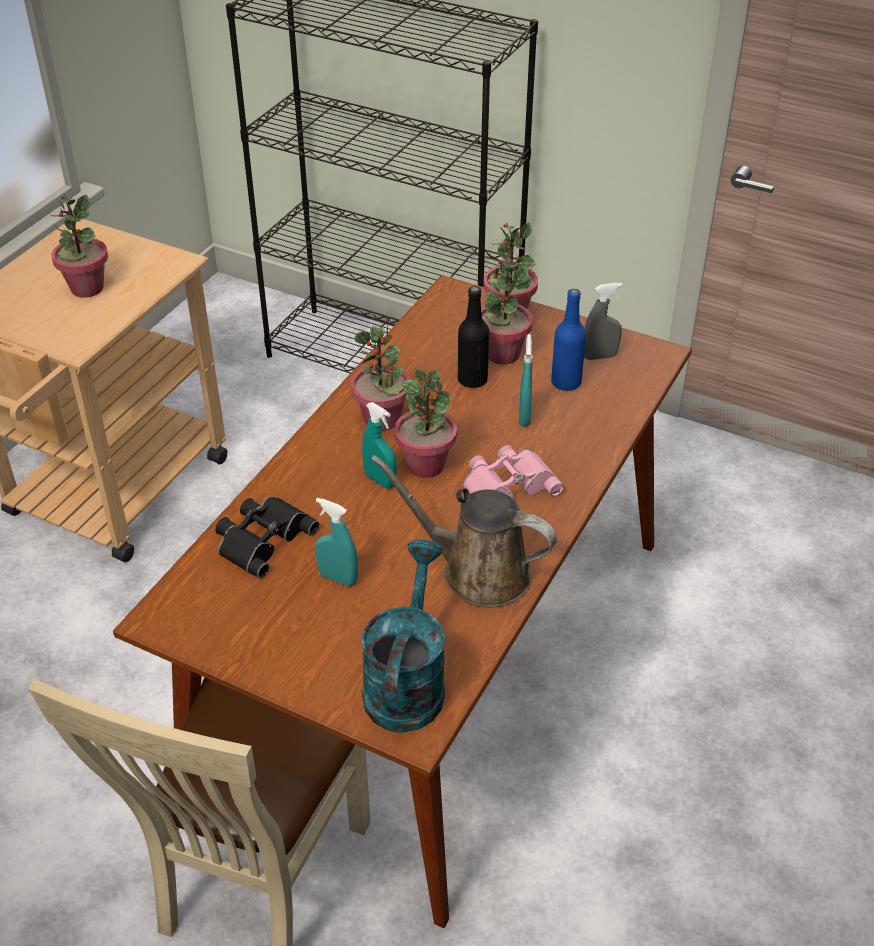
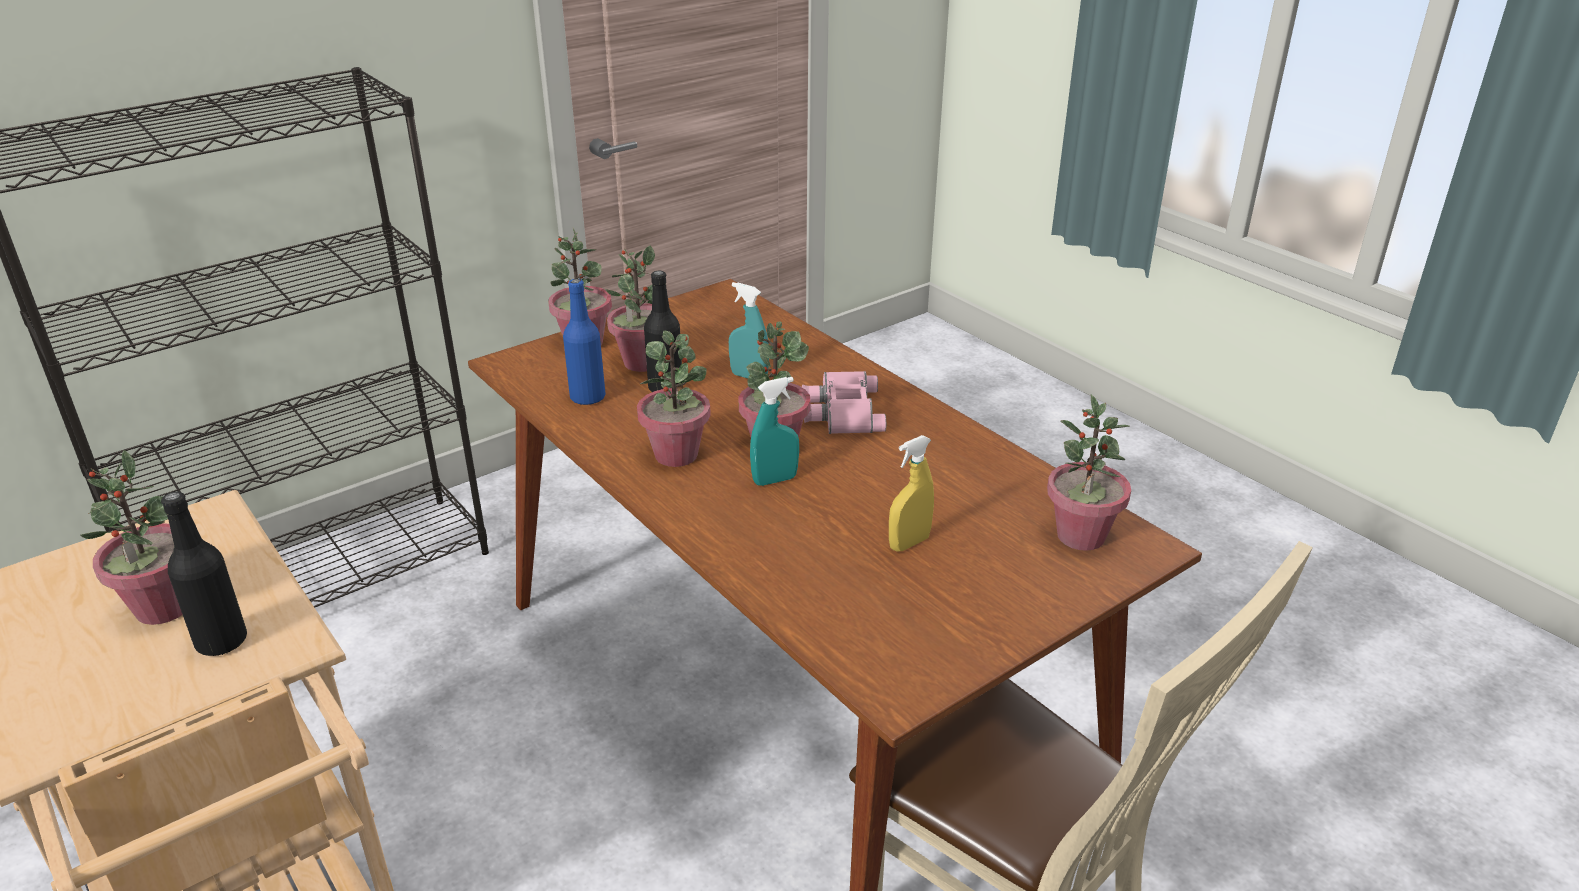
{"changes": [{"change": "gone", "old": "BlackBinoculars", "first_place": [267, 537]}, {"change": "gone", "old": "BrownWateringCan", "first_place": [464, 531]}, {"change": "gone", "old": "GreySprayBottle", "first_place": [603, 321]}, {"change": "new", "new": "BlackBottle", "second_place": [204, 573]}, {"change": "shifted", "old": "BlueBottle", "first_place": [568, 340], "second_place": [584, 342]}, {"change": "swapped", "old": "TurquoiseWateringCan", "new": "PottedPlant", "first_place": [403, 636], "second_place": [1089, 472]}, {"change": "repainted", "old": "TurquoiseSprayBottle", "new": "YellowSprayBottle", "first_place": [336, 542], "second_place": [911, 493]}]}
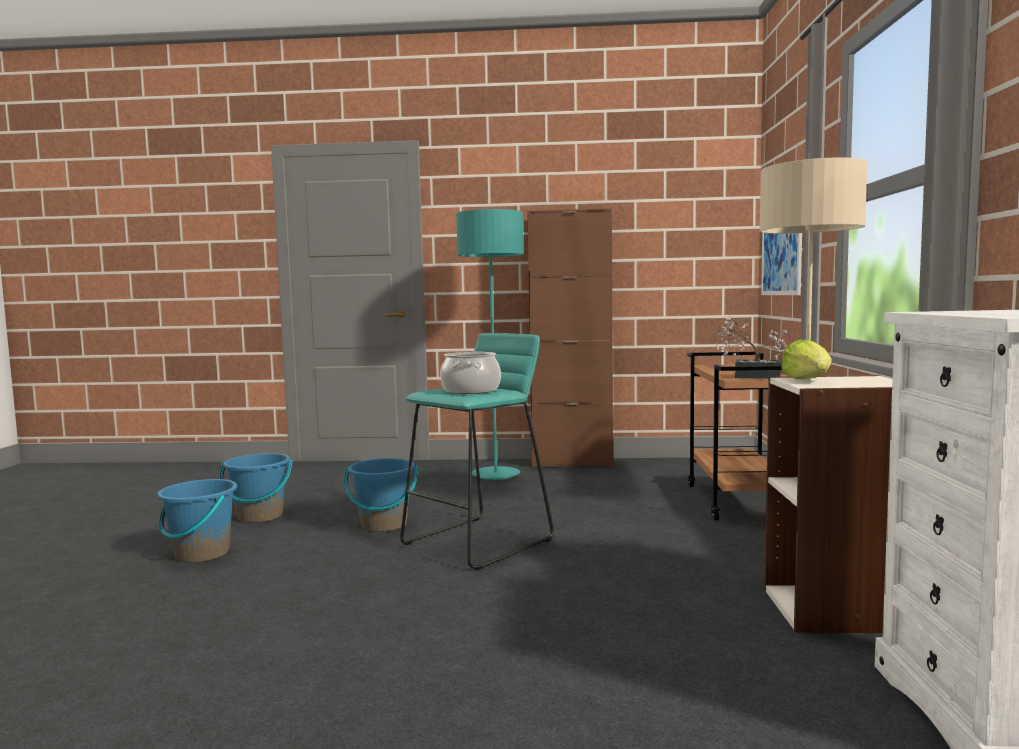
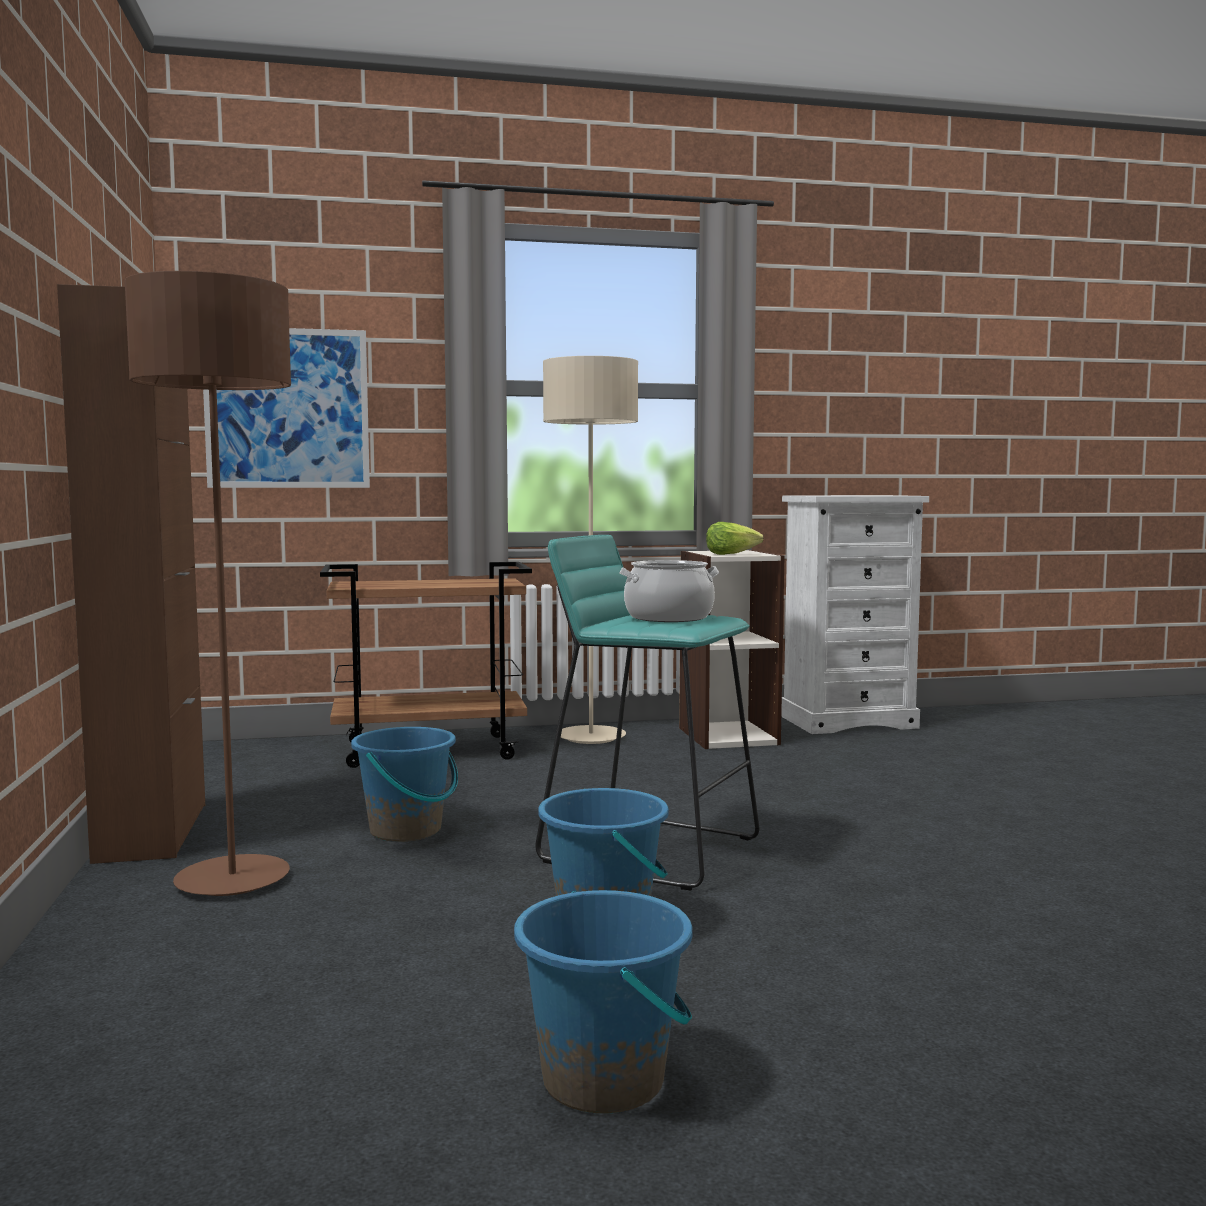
{"changes": [{"change": "gone", "old": "PottedPlant", "first_place": [752, 348]}, {"change": "shifted", "old": "BlueBucket", "first_place": [197, 521], "second_place": [404, 784]}, {"change": "repainted", "old": "TurquoiseFloorLamp", "new": "BrownFloorLamp", "first_place": [490, 344], "second_place": [207, 583]}]}
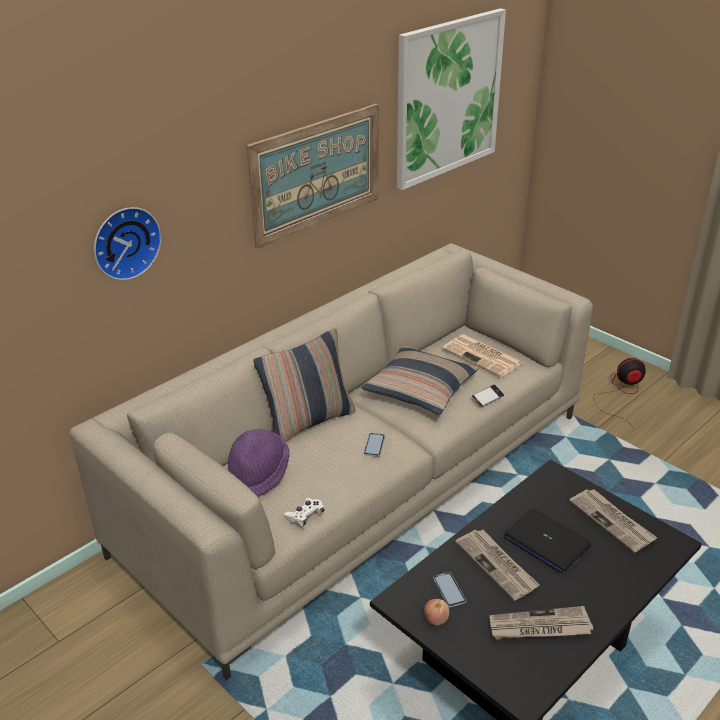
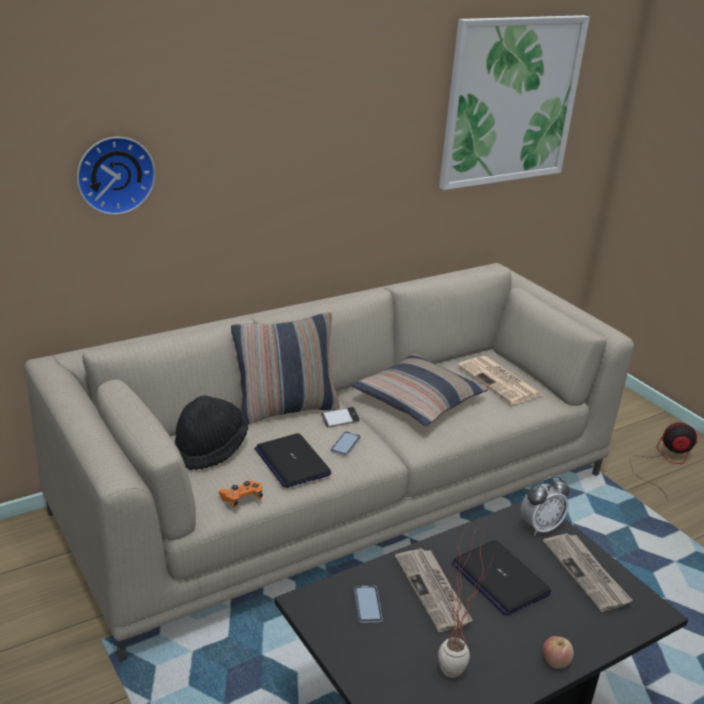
{"changes": [{"change": "gone", "old": "Picture", "first_place": [312, 176]}, {"change": "new", "new": "Laptop", "second_place": [292, 460]}, {"change": "new", "new": "AlarmClock", "second_place": [545, 505]}, {"change": "shifted", "old": "Apple", "first_place": [436, 612], "second_place": [558, 652]}, {"change": "shifted", "old": "Phone", "first_place": [488, 396], "second_place": [340, 417]}, {"change": "swapped", "old": "Newspaper", "new": "PottedPlant", "first_place": [541, 622], "second_place": [469, 597]}, {"change": "repainted", "old": "PurpleHat", "new": "BlackHat", "first_place": [259, 463], "second_place": [211, 432]}, {"change": "repainted", "old": "WhiteGameController", "new": "OrangeGameController", "first_place": [304, 512], "second_place": [240, 494]}]}
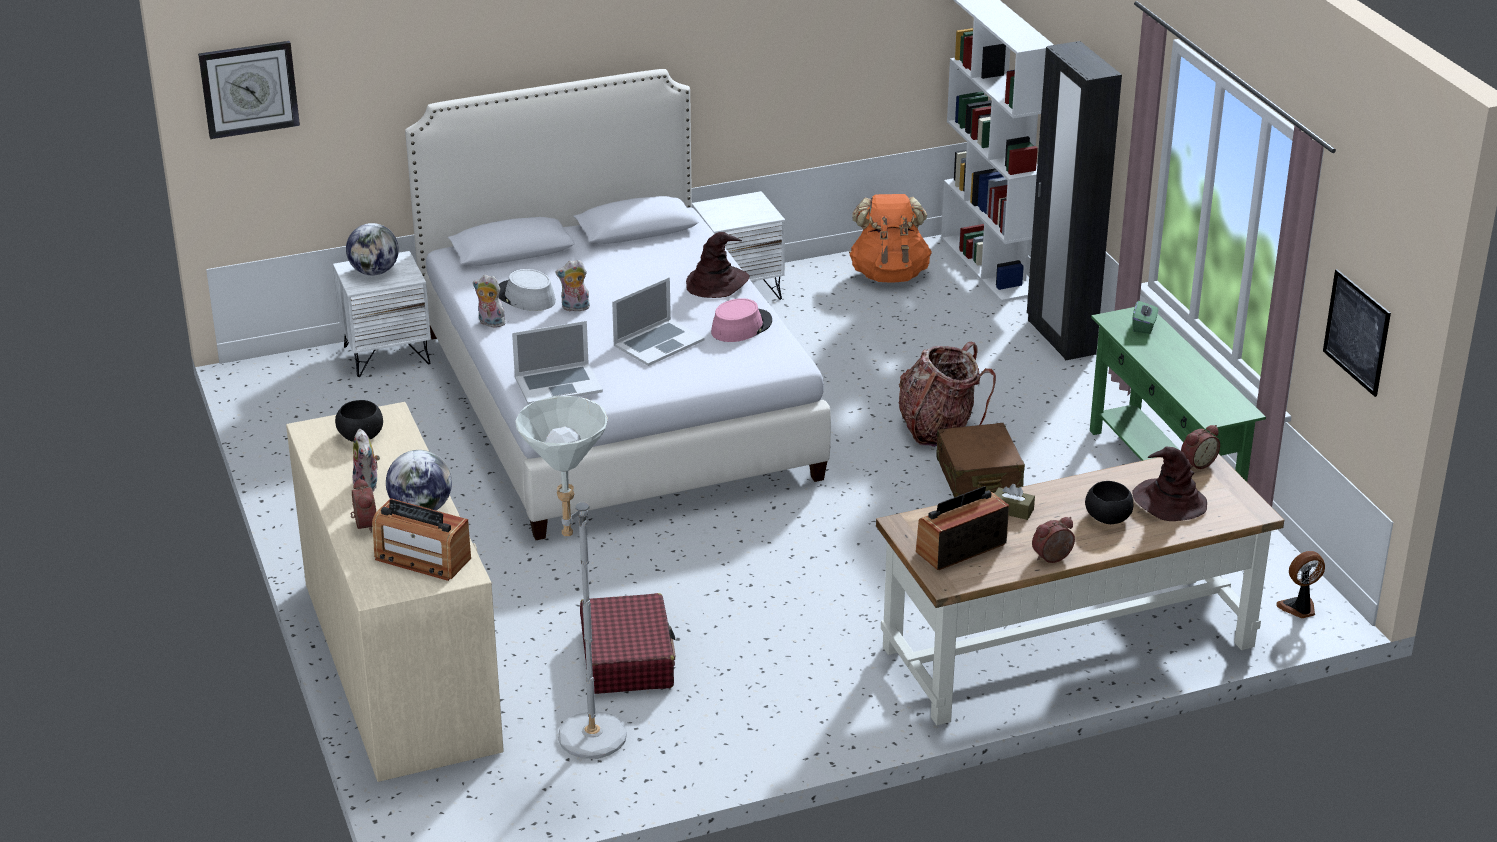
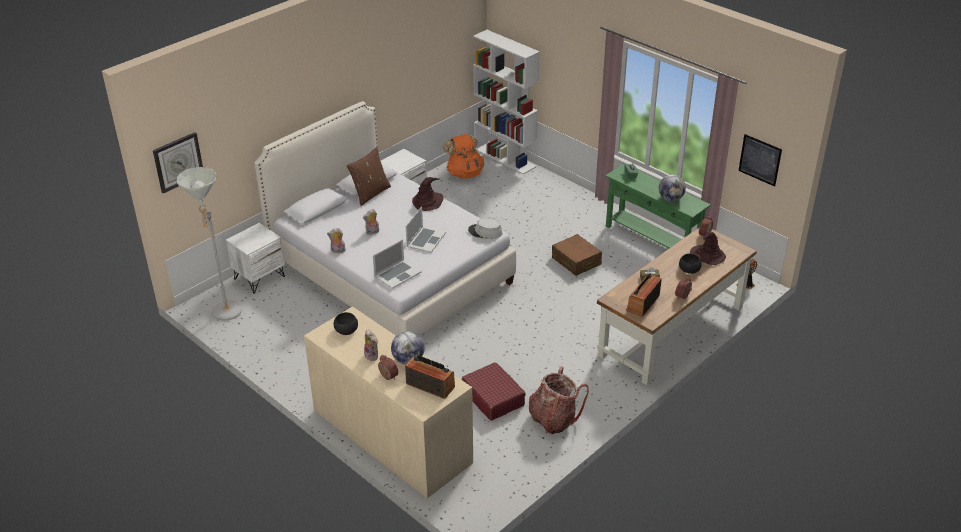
{"changes": [{"change": "gone", "old": "PinkHat", "first_place": [741, 320]}, {"change": "gone", "old": "BlackWardrobe", "first_place": [1074, 201]}, {"change": "new", "new": "BrownPillow", "second_place": [368, 176]}, {"change": "shifted", "old": "Globe", "first_place": [372, 249], "second_place": [672, 188]}, {"change": "shifted", "old": "GreyHat", "first_place": [527, 290], "second_place": [485, 228]}, {"change": "shifted", "old": "GreyFloorLamp", "first_place": [571, 577], "second_place": [209, 244]}, {"change": "shifted", "old": "Backpack", "first_place": [947, 394], "second_place": [559, 400]}, {"change": "rotated", "old": "Radio", "first_place": [421, 539], "second_place": [430, 377], "degrees": -150}]}
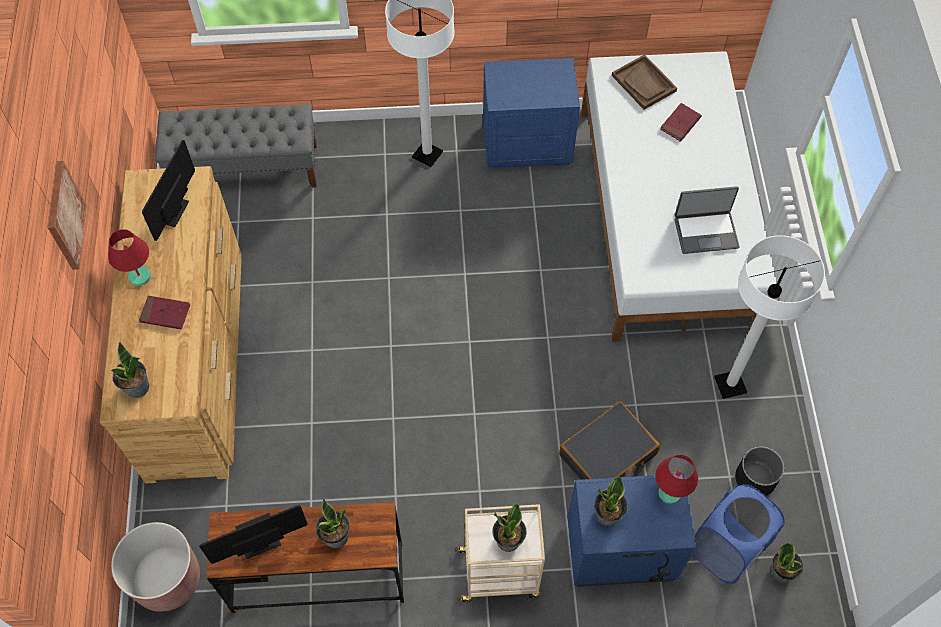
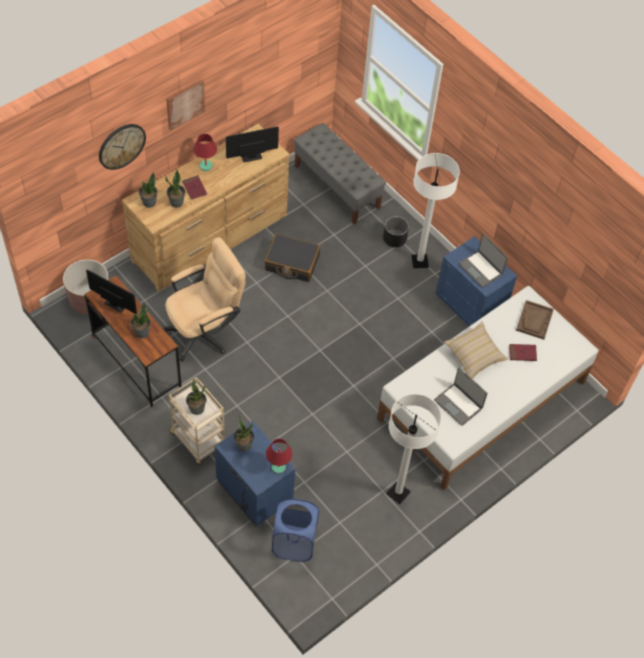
{"changes": [{"change": "new", "new": "WallClock", "second_place": [122, 147]}, {"change": "new", "new": "BeigeOfficeChair", "second_place": [204, 299]}, {"change": "new", "new": "BeigePillow", "second_place": [476, 350]}, {"change": "new", "new": "Laptop", "second_place": [483, 261]}, {"change": "shifted", "old": "BlackSuitcase", "first_place": [609, 440], "second_place": [292, 257]}, {"change": "shifted", "old": "BlackPlanter", "first_place": [759, 471], "second_place": [396, 232]}, {"change": "shifted", "old": "PottedPlant", "first_place": [787, 562], "second_place": [175, 189]}]}
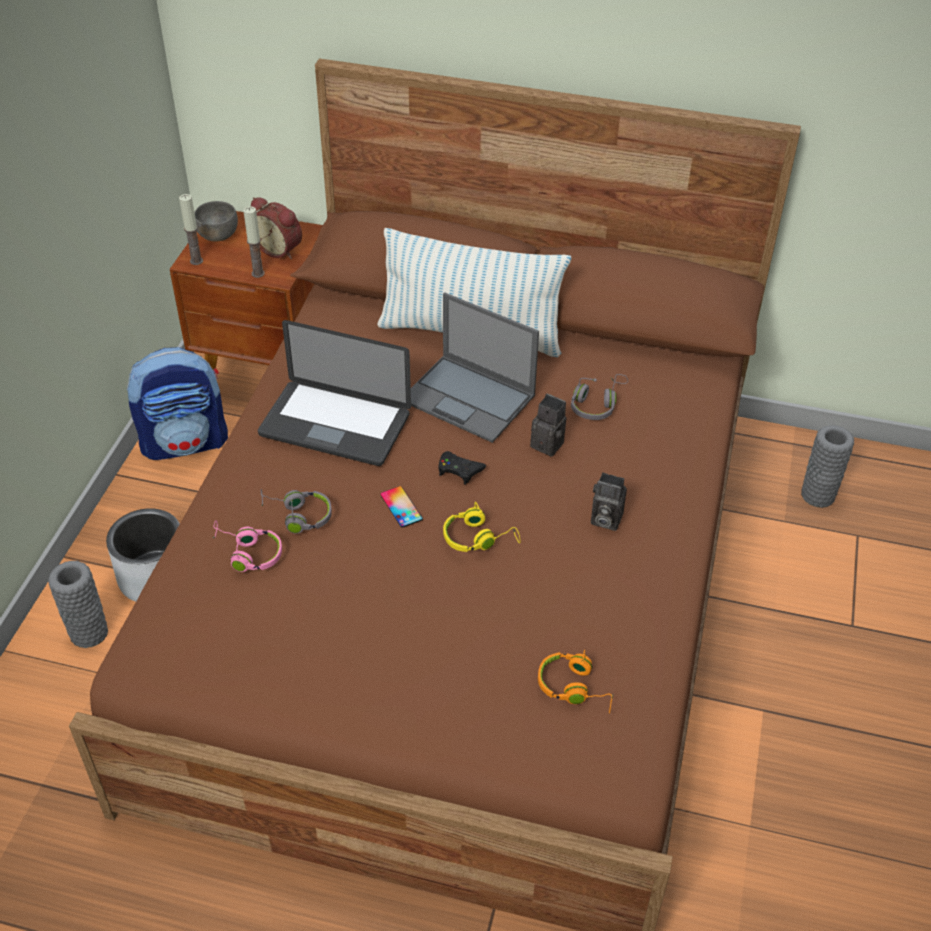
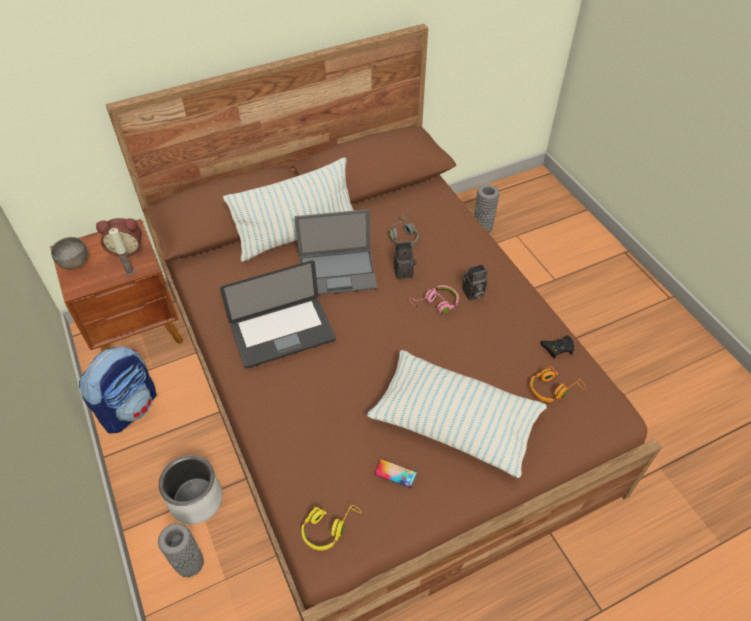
{"changes": [{"change": "gone", "old": "Candle", "first_place": [191, 229]}, {"change": "gone", "old": "GreyHeadphones", "first_place": [296, 511]}, {"change": "new", "new": "Pillow", "second_place": [457, 414]}, {"change": "shifted", "old": "PinkHeadphones", "first_place": [247, 546], "second_place": [434, 299]}, {"change": "shifted", "old": "Phone", "first_place": [401, 507], "second_place": [396, 473]}, {"change": "shifted", "old": "BlackGameController", "first_place": [462, 468], "second_place": [557, 347]}, {"change": "shifted", "old": "YellowHeadphones", "first_place": [481, 527], "second_place": [331, 527]}]}
